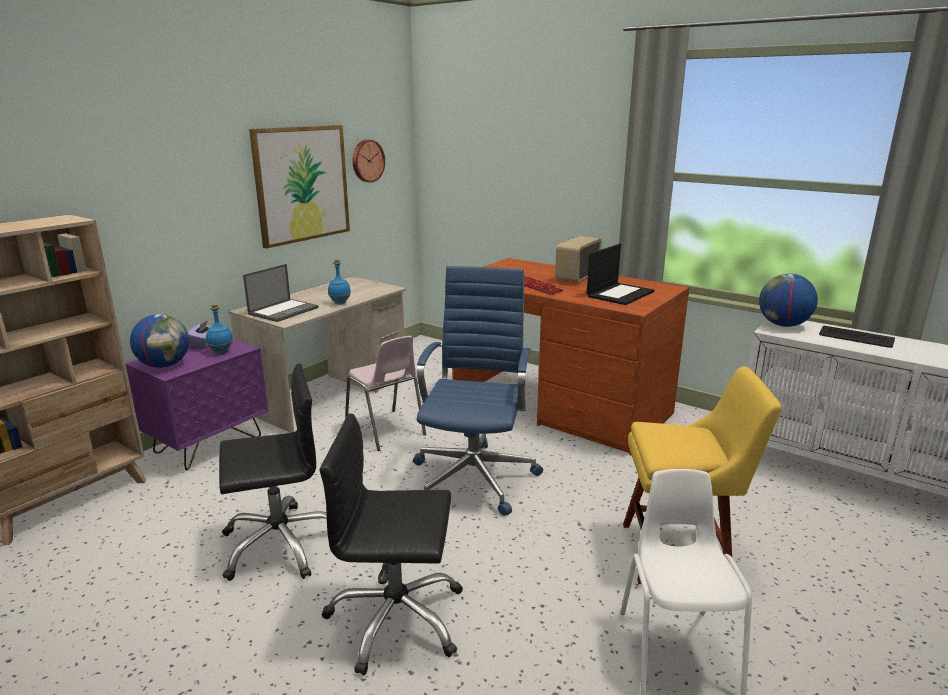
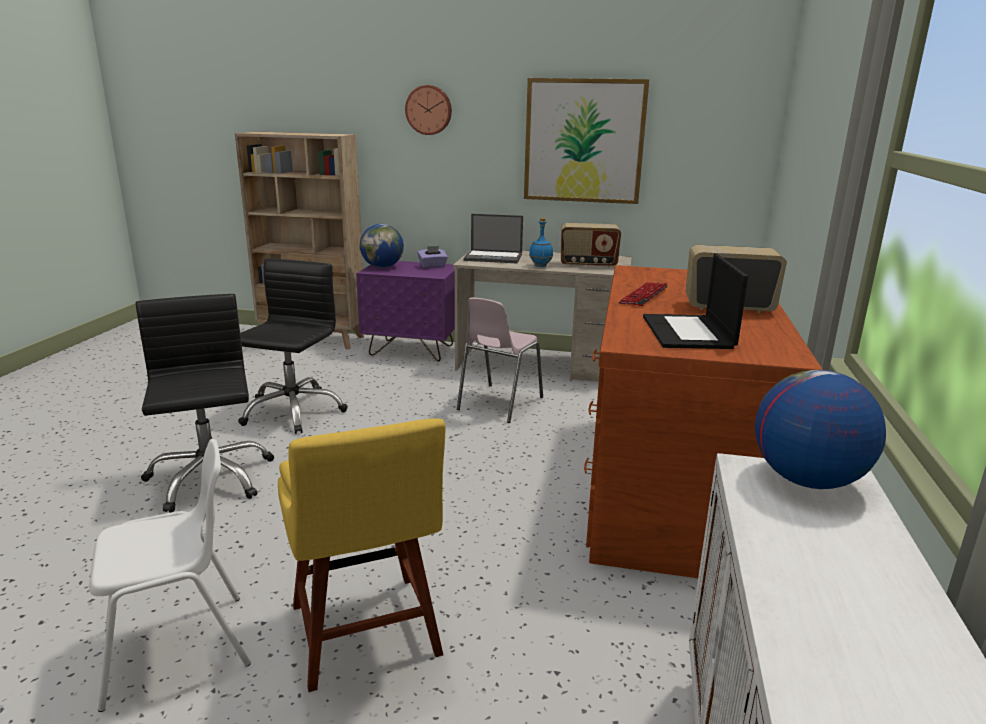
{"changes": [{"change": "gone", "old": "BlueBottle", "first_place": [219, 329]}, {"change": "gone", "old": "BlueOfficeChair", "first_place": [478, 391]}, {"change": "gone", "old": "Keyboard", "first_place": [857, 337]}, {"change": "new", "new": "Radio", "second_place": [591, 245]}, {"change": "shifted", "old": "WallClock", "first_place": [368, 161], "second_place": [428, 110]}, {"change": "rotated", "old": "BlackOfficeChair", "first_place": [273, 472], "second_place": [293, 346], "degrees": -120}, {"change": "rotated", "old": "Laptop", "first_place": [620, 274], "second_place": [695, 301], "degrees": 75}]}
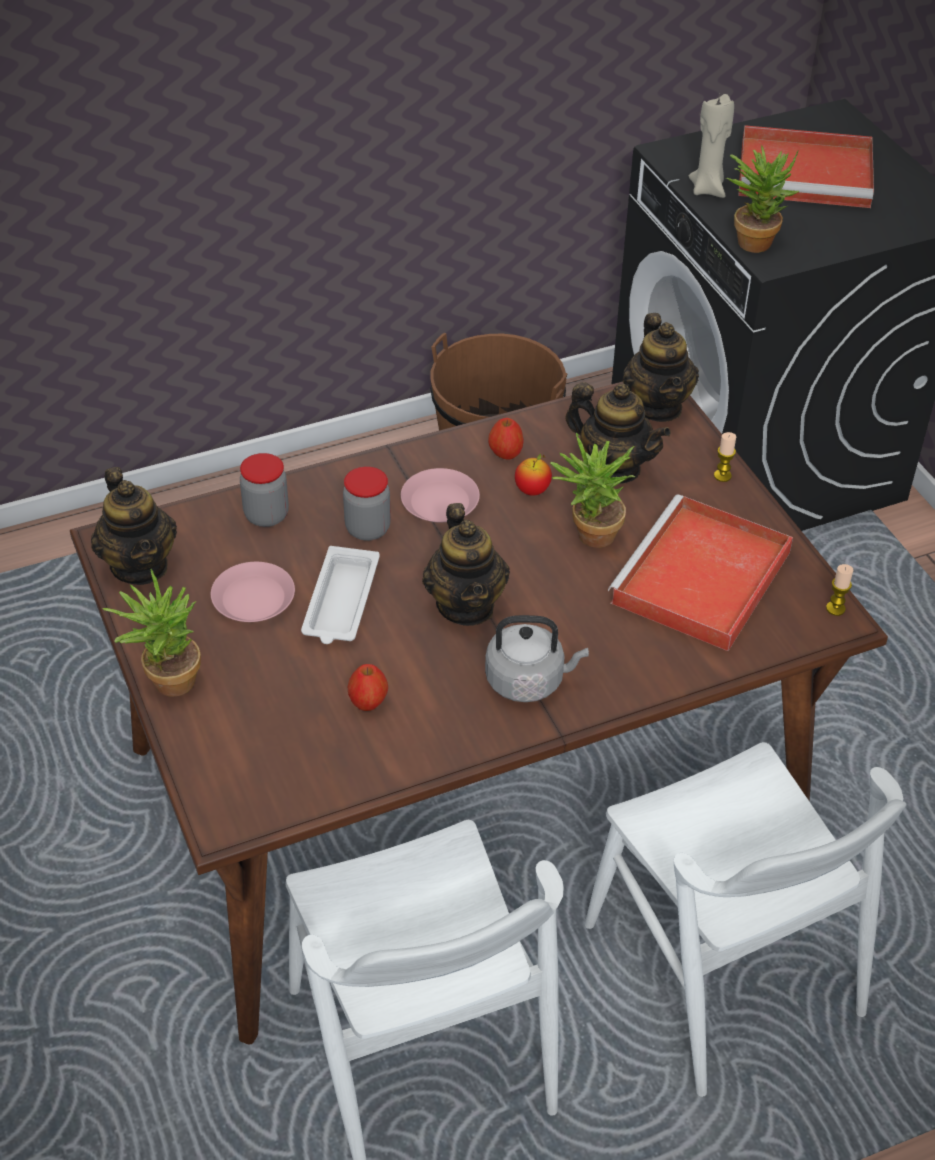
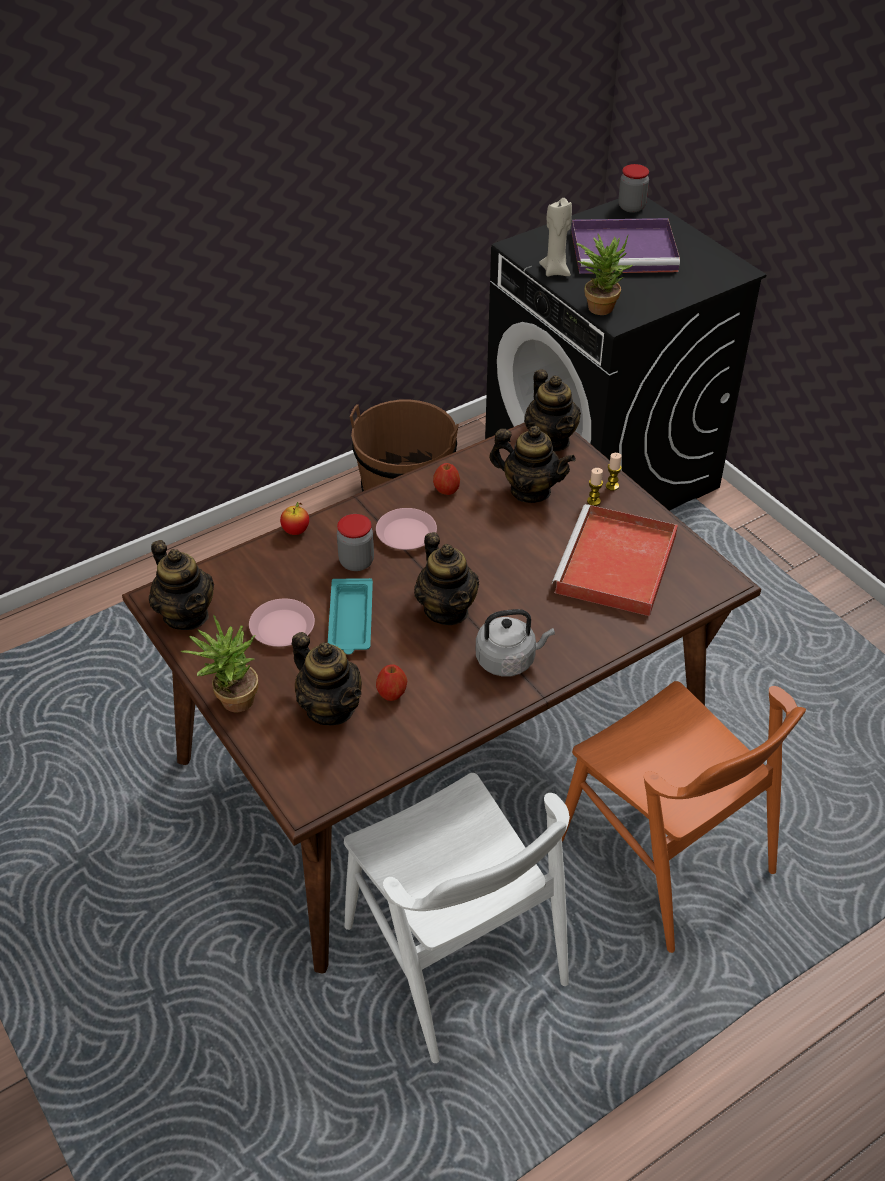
{"changes": [{"change": "gone", "old": "PottedPlant", "first_place": [592, 490]}, {"change": "new", "new": "Teapot", "second_place": [327, 678]}, {"change": "shifted", "old": "Jar", "first_place": [264, 490], "second_place": [633, 188]}, {"change": "shifted", "old": "Apple", "first_place": [533, 475], "second_place": [294, 518]}, {"change": "shifted", "old": "Candle", "first_place": [839, 590], "second_place": [595, 487]}, {"change": "repainted", "old": "WhiteTray", "new": "TurquoiseTray", "first_place": [340, 595], "second_place": [350, 616]}, {"change": "repainted", "old": "WhiteChair", "new": "OrangeChair", "first_place": [746, 919], "second_place": [684, 817]}, {"change": "repainted", "old": "RedTray", "new": "PurpleTray", "first_place": [806, 166], "second_place": [625, 246]}]}
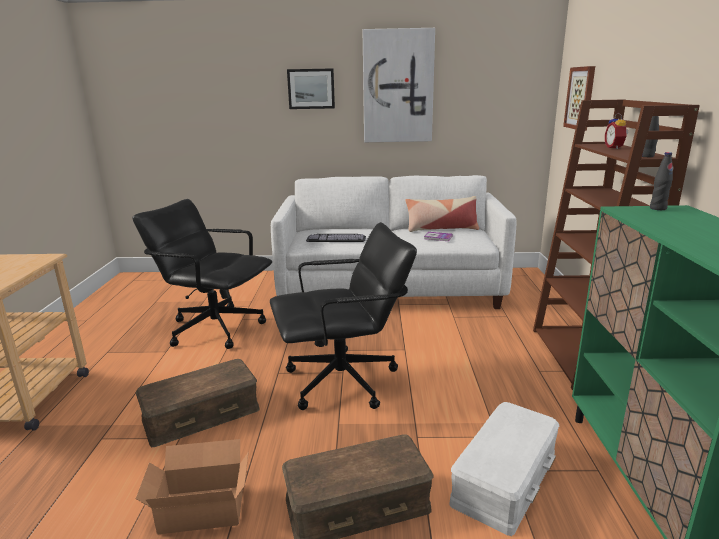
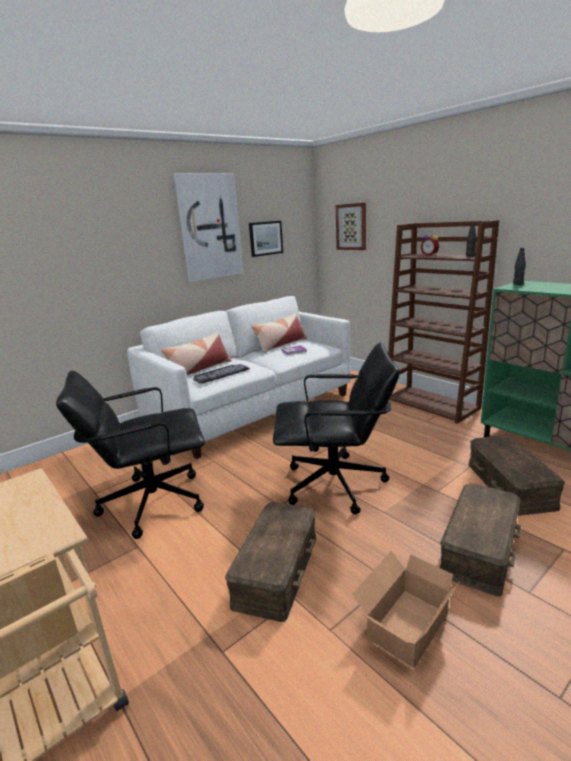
{"changes": [{"change": "new", "new": "Pillow", "second_place": [196, 354]}, {"change": "shifted", "old": "Picture", "first_place": [311, 88], "second_place": [266, 239]}, {"change": "repainted", "old": "WhiteStorageBox", "new": "BrownStorageBox", "first_place": [504, 469], "second_place": [517, 475]}, {"change": "rotated", "old": "BlackOfficeChair", "first_place": [343, 316], "second_place": [336, 428], "degrees": 60}]}
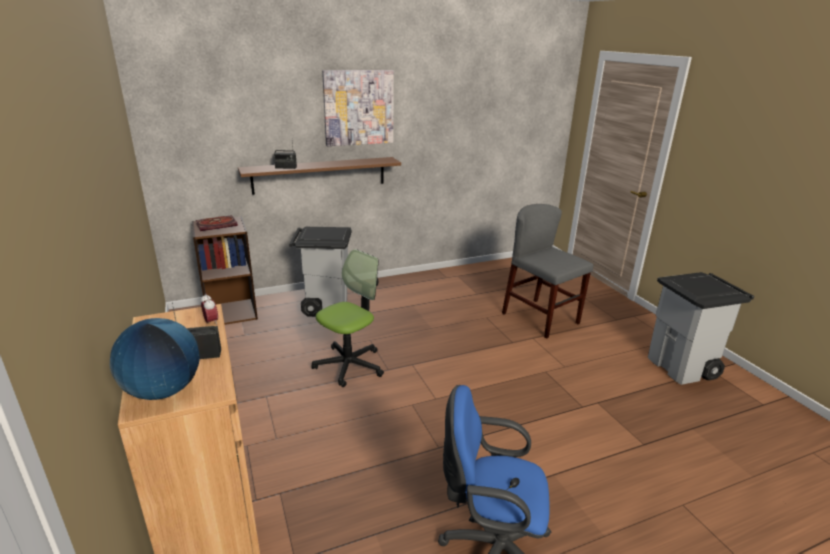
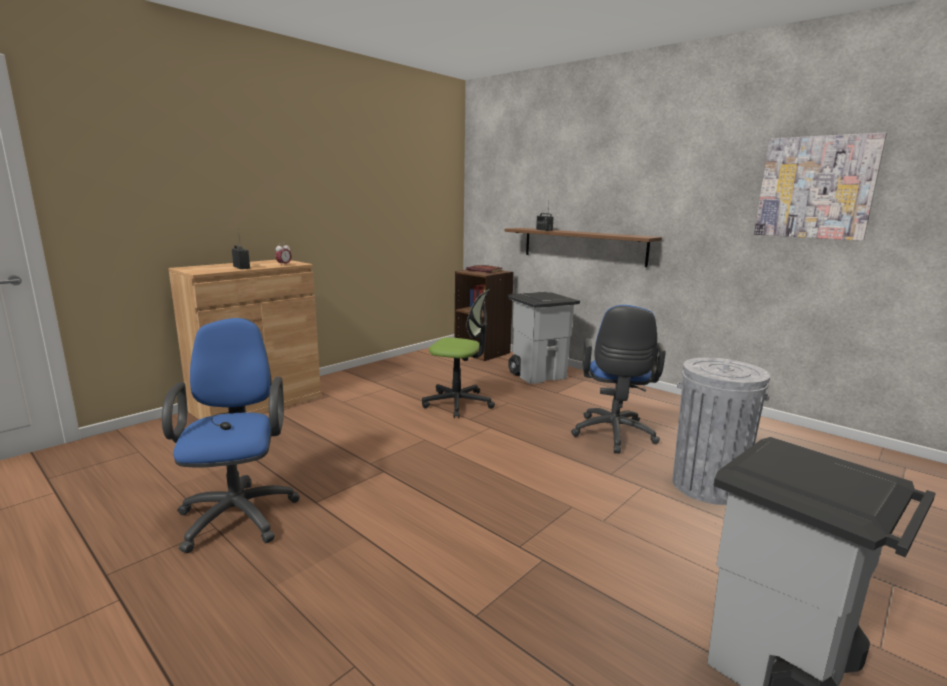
{"changes": [{"change": "gone", "old": "Globe", "first_place": [155, 359]}, {"change": "new", "new": "BlueOfficeChair", "second_place": [618, 379]}, {"change": "shifted", "old": "Picture", "first_place": [358, 108], "second_place": [820, 186]}, {"change": "swapped", "old": "GreyChair", "new": "GreyTrashCan", "first_place": [547, 271], "second_place": [721, 431]}]}
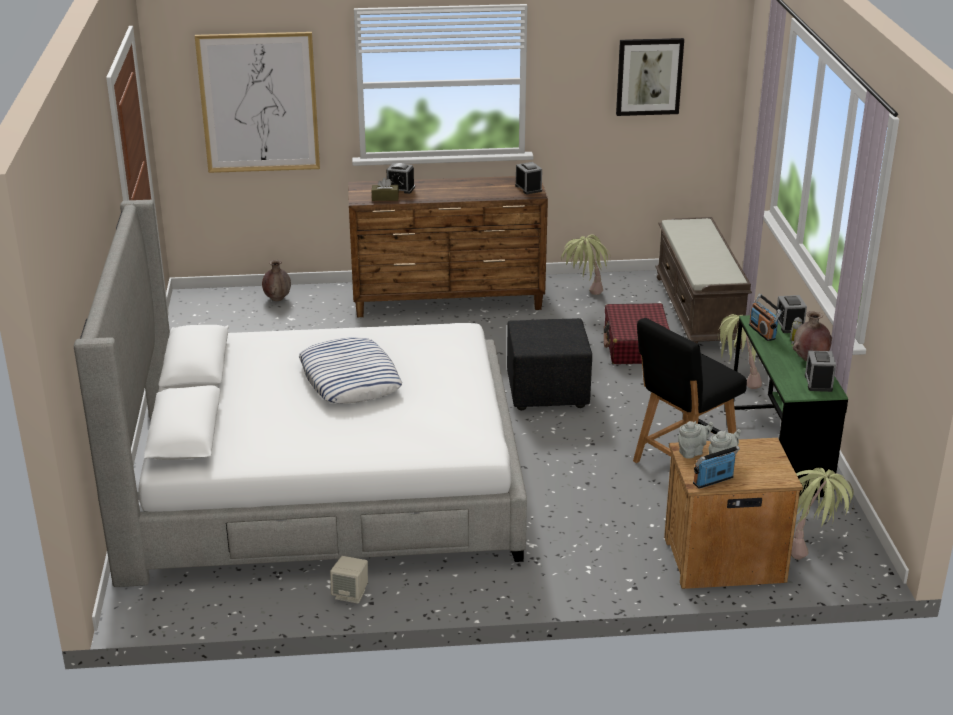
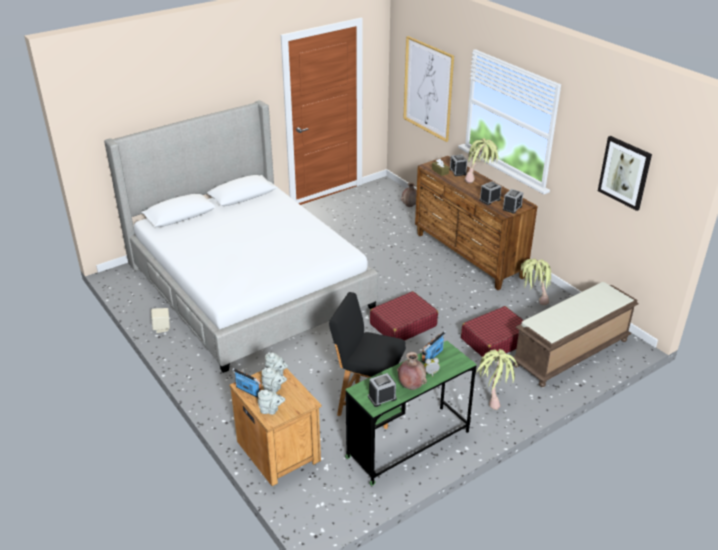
{"changes": [{"change": "gone", "old": "Pillow", "first_place": [350, 370]}, {"change": "new", "new": "GreyTeapot", "second_place": [271, 402]}, {"change": "shifted", "old": "AlarmClock", "first_place": [791, 314], "second_place": [491, 193]}, {"change": "shifted", "old": "PottedPlant", "first_place": [822, 514], "second_place": [482, 160]}, {"change": "swapped", "old": "BlackOttoman", "new": "RedSuitcase", "first_place": [549, 364], "second_place": [404, 316]}]}
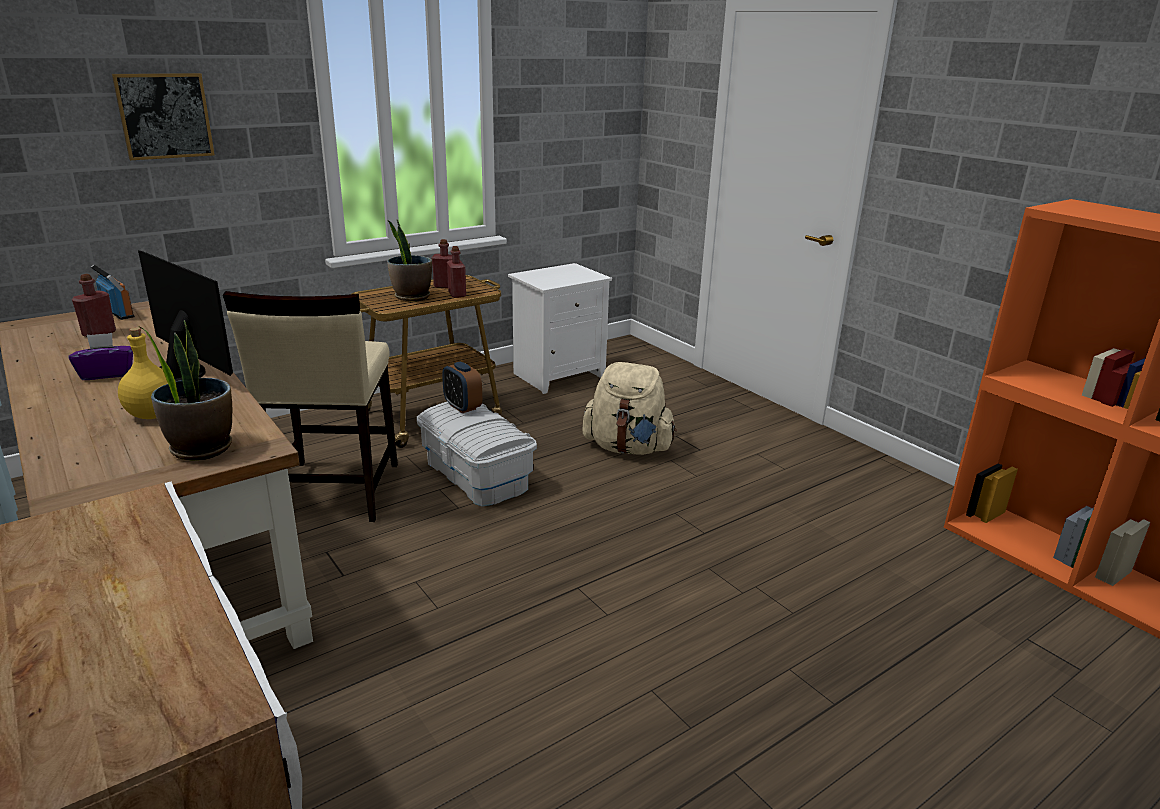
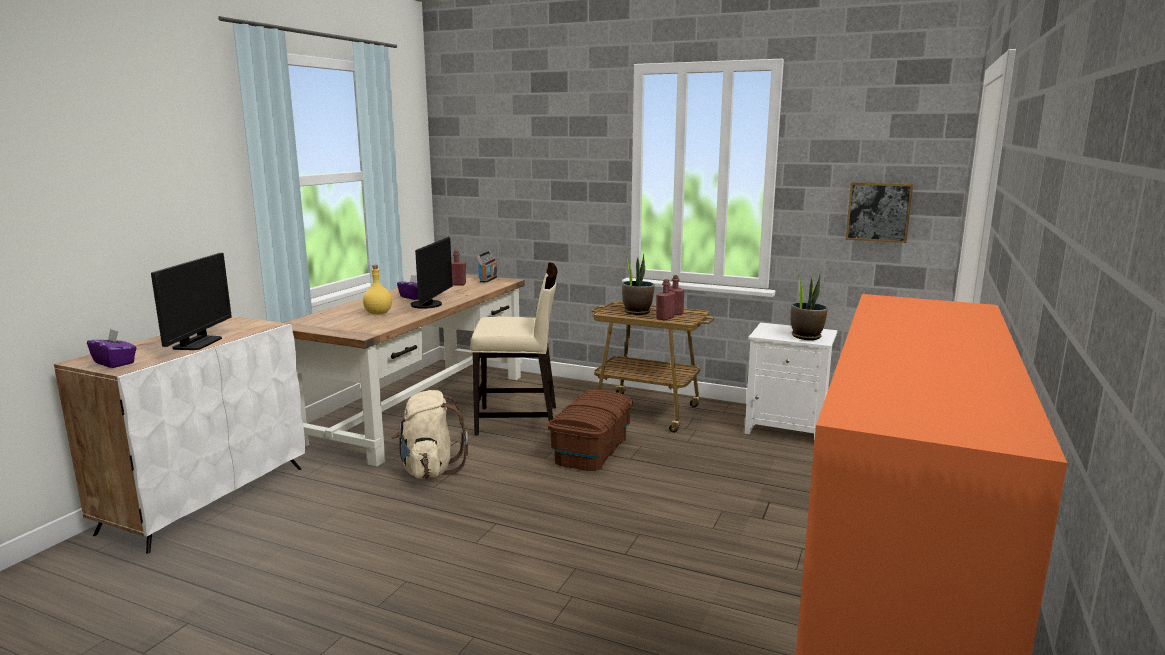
{"changes": [{"change": "gone", "old": "AlarmClock", "first_place": [462, 387]}, {"change": "new", "new": "PurpleTissueBox", "second_place": [111, 348]}, {"change": "new", "new": "Monitor", "second_place": [191, 301]}, {"change": "shifted", "old": "Picture", "first_place": [163, 116], "second_place": [879, 212]}, {"change": "shifted", "old": "PottedPlant", "first_place": [186, 390], "second_place": [809, 306]}, {"change": "shifted", "old": "BeigeBackpack", "first_place": [629, 408], "second_place": [429, 434]}, {"change": "repainted", "old": "WhiteStorageBox", "new": "BrownStorageBox", "first_place": [477, 454], "second_place": [590, 430]}, {"change": "rotated", "old": "BeigeChair", "first_place": [310, 406], "second_place": [514, 348], "degrees": -150}]}
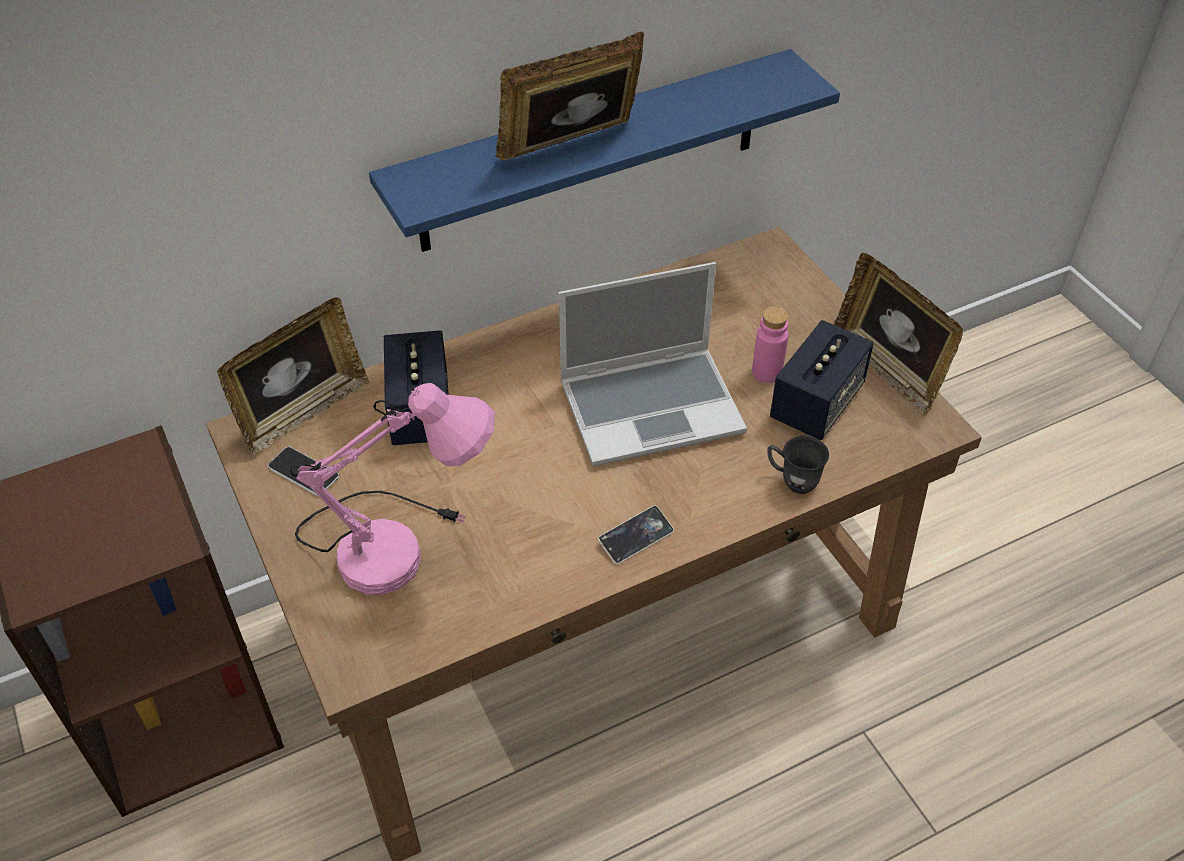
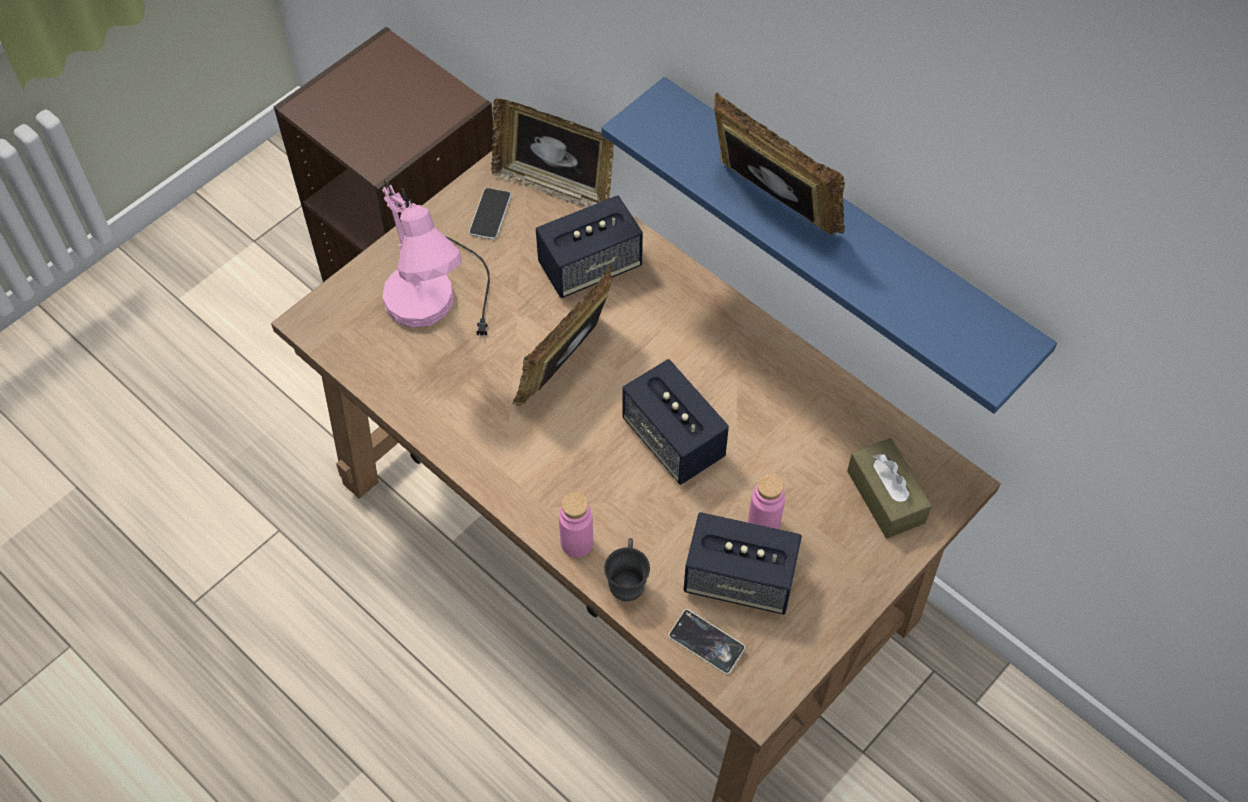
{"changes": [{"change": "new", "new": "PinkBottle", "second_place": [576, 524]}, {"change": "new", "new": "BrownTissueBox", "second_place": [889, 488]}, {"change": "shifted", "old": "Phone", "first_place": [636, 535], "second_place": [707, 641]}, {"change": "shifted", "old": "PictureFrame", "first_place": [898, 334], "second_place": [562, 335]}, {"change": "swapped", "old": "Laptop", "new": "Speaker", "first_place": [653, 364], "second_place": [675, 422]}]}
